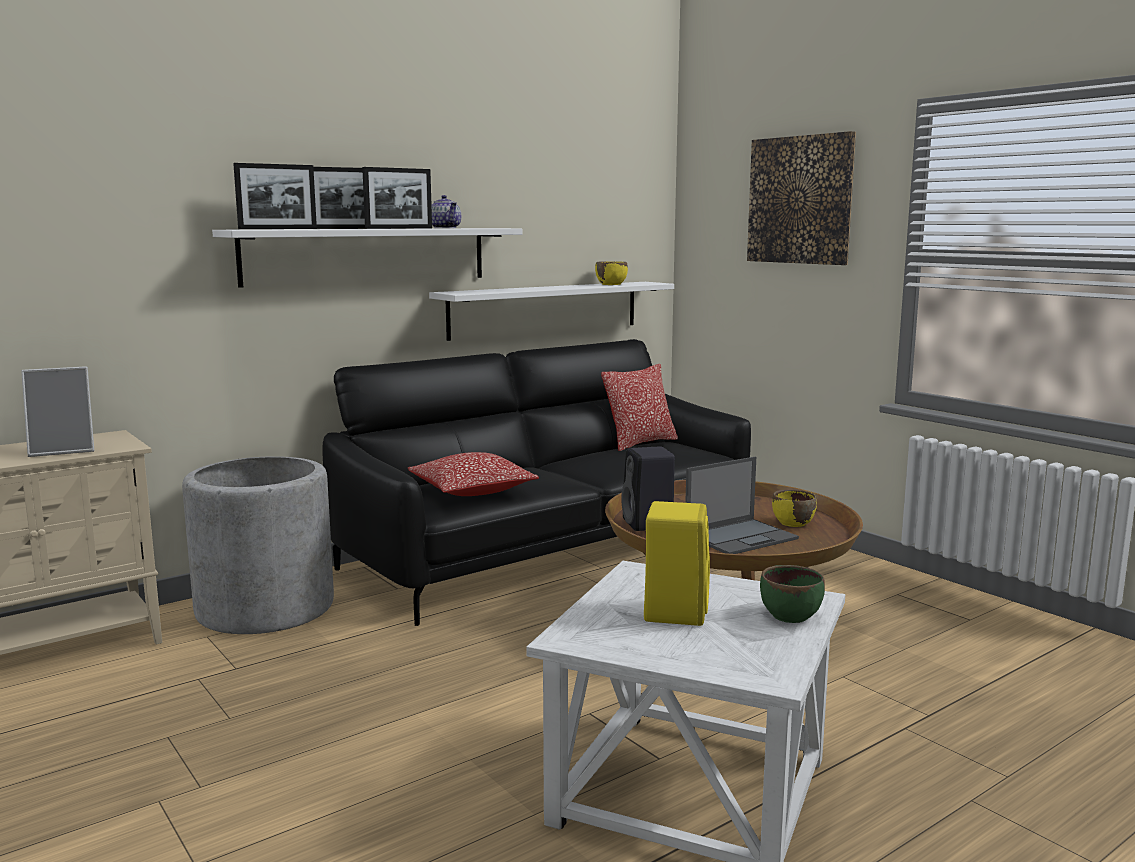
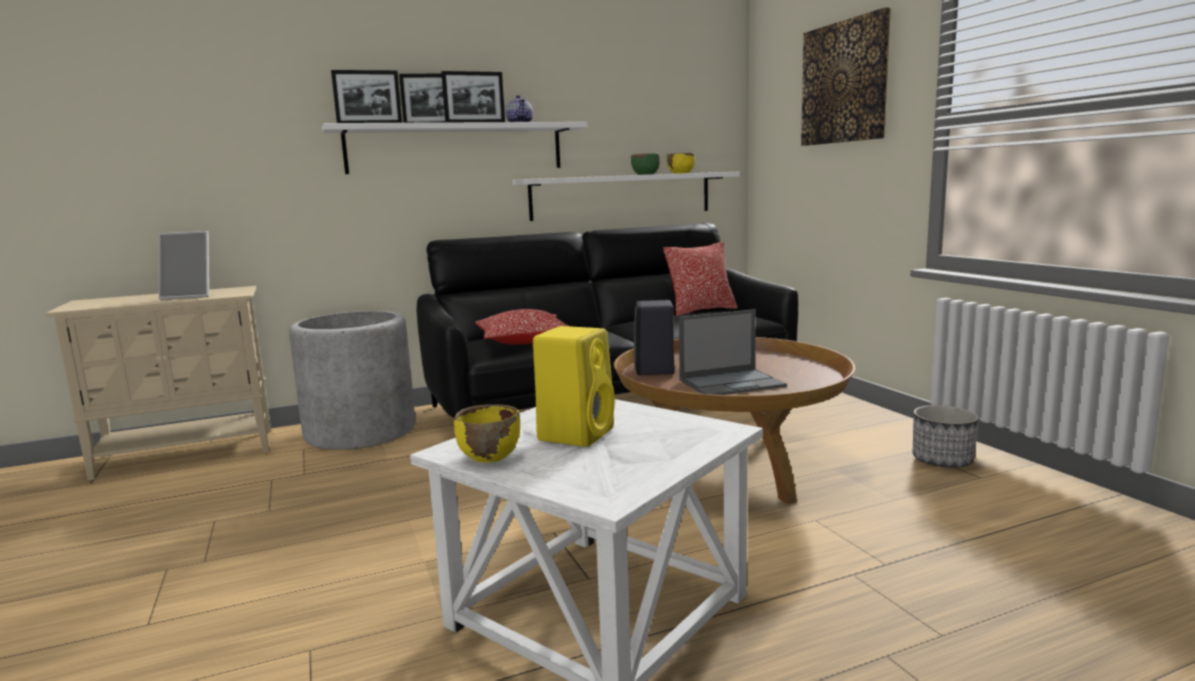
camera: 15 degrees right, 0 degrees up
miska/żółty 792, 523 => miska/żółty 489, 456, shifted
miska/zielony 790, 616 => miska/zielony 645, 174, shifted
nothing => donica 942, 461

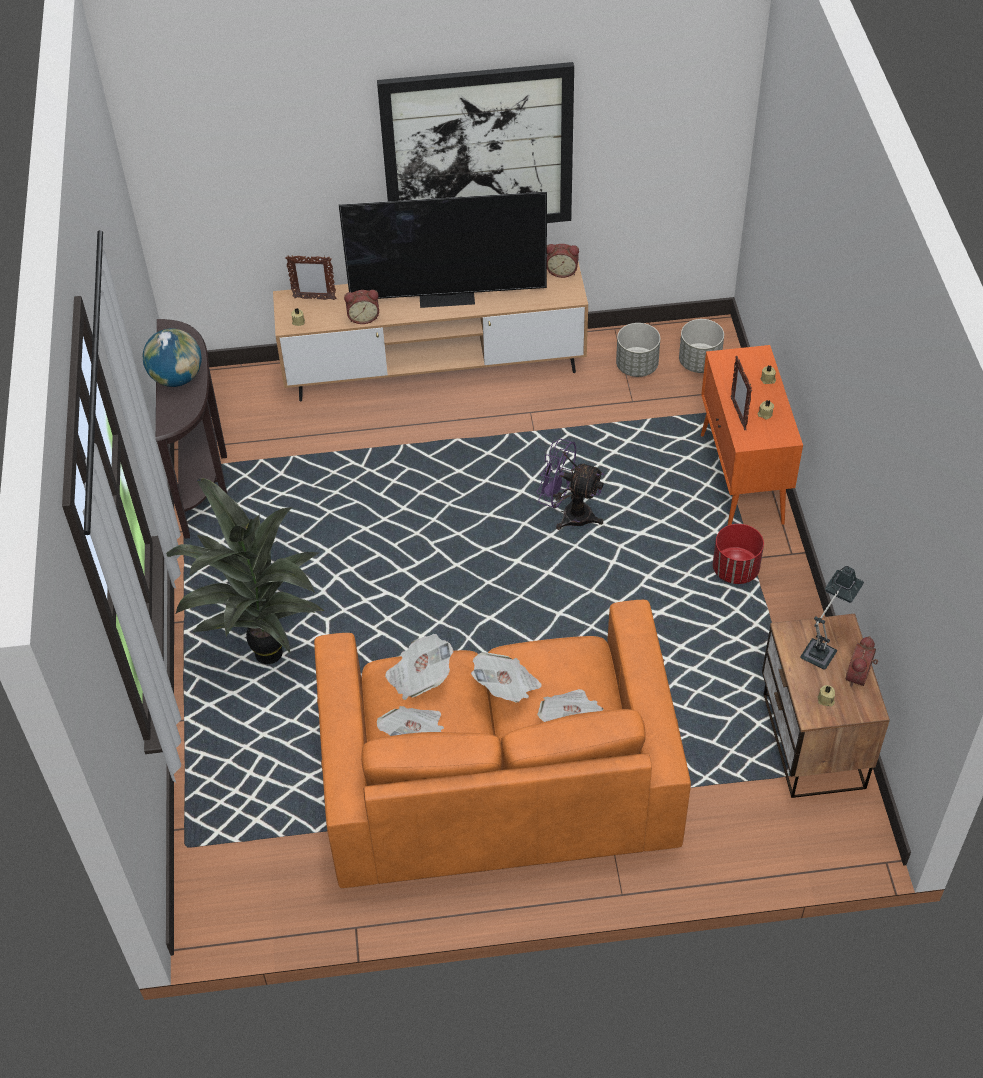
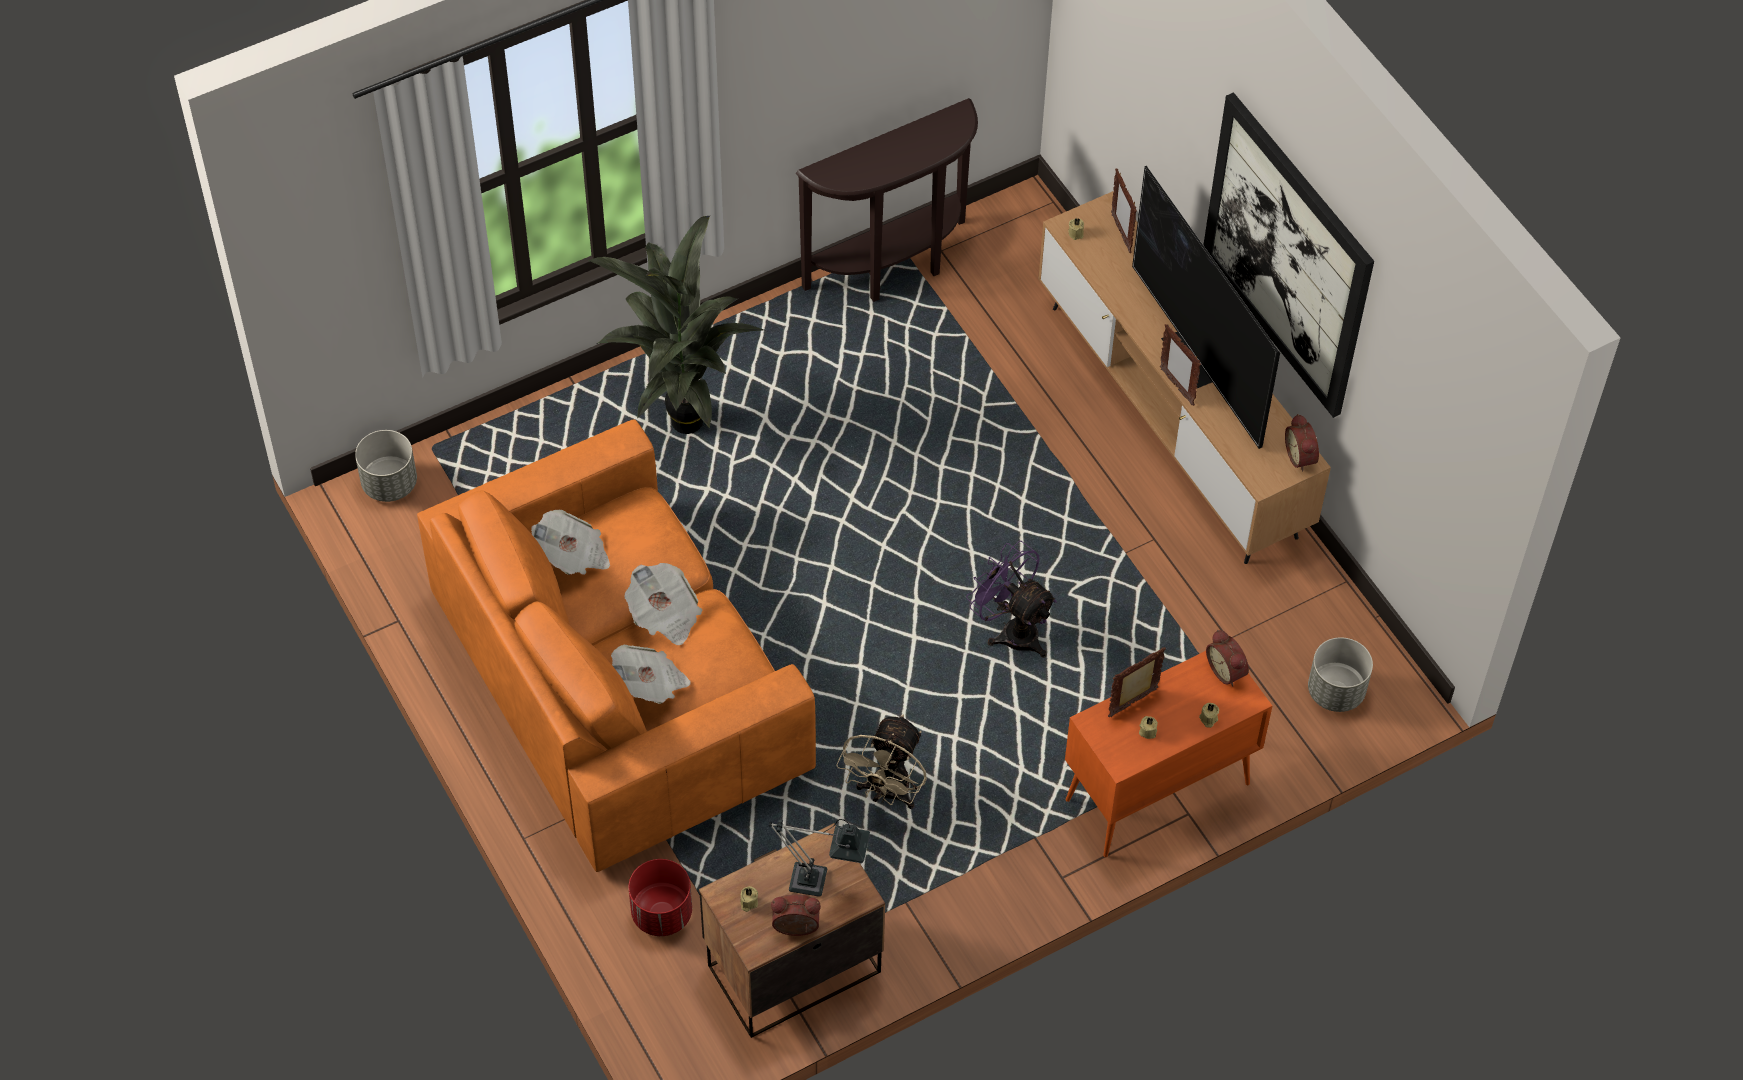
camera: 65 degrees right, 5 degrees up
donica/szary 637, 366 => donica/szary 389, 484, shifted
donica/czerwony 736, 570 => donica/czerwony 662, 914, shifted
nothing => wentylator/beżowy 886, 793
wentylator/fioletowy 569, 514 => wentylator/fioletowy 1012, 630, 45 degrees counterclockwise
nothing => ramka na zdjęcie 1176, 386
budzik 363, 317 => budzik 1227, 670, shifted
globus 177, 378 => nothing
gazeta 419, 677 => nothing

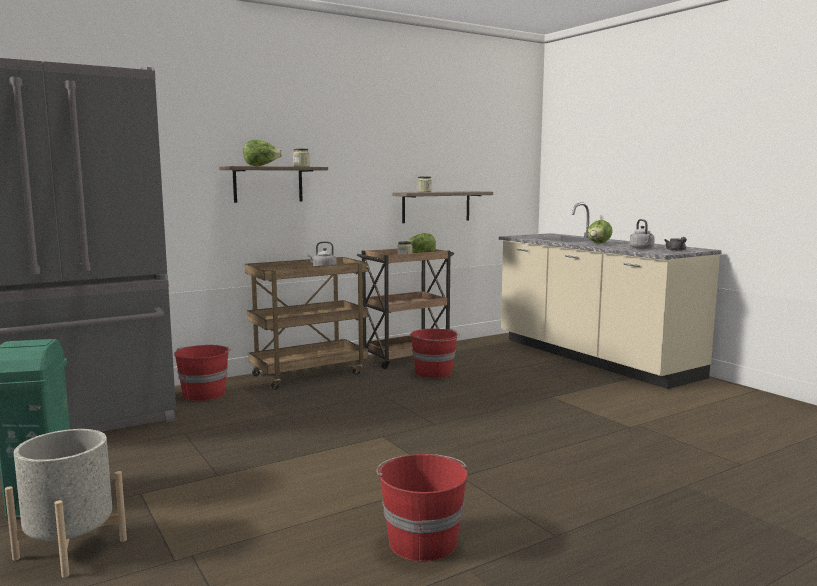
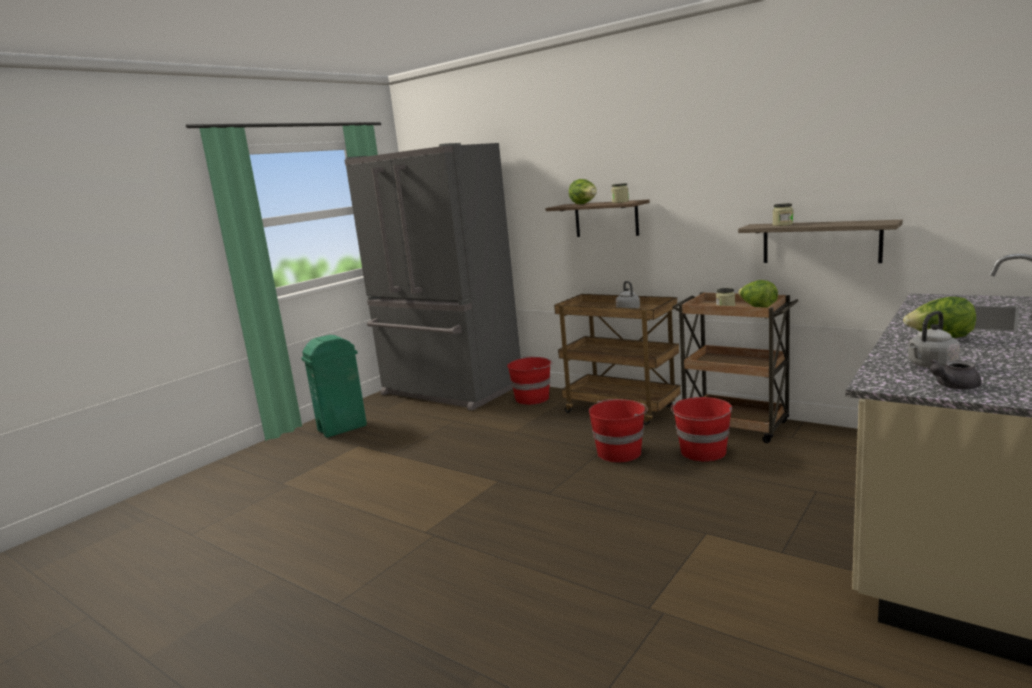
camera: 70 degrees right, 5 degrees up
wiadro/czerwony 422, 541 => wiadro/czerwony 620, 452, shifted
donica/szary 71, 549 => nothing

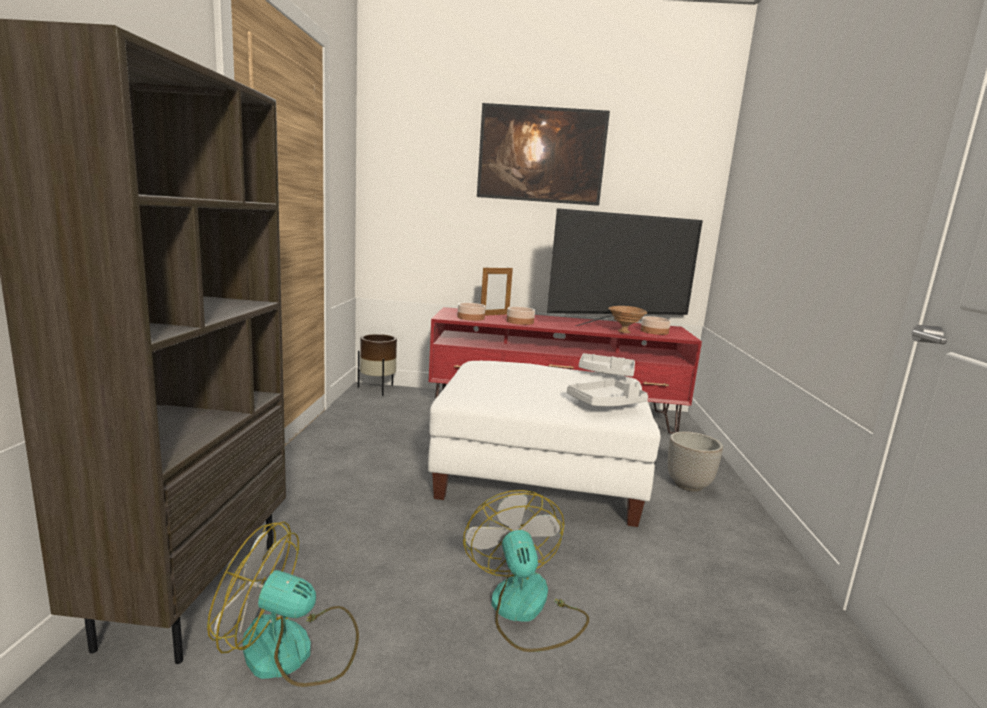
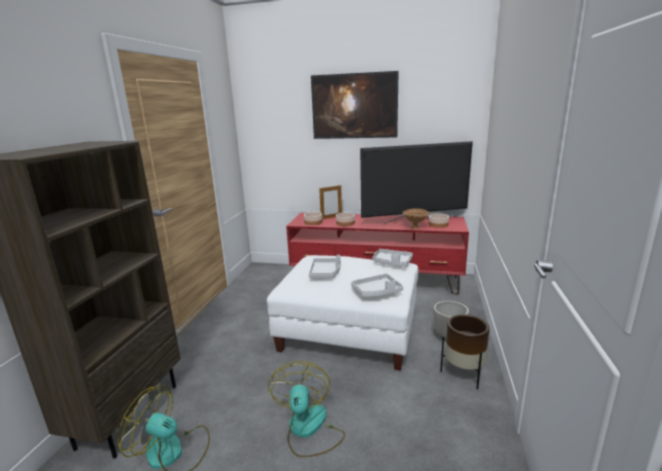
camera: 10 degrees right, 5 degrees up
nothing => taca/szary 325, 273
donica/brązowy 377, 389 => donica/brązowy 463, 374, shifted

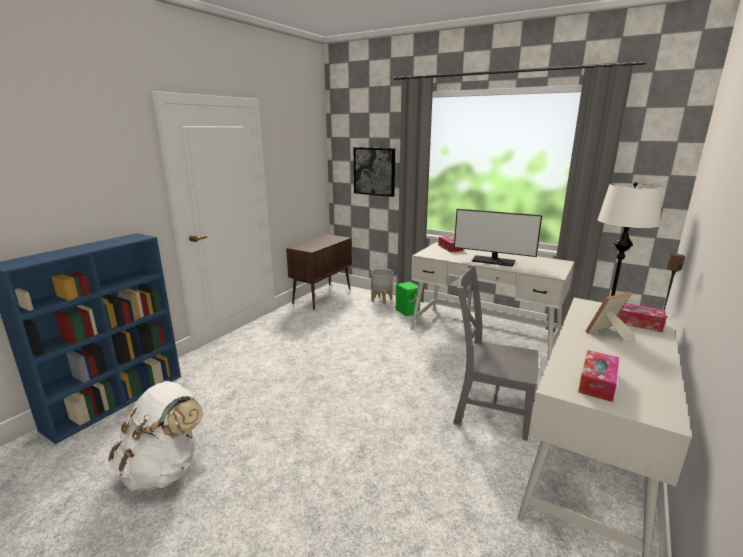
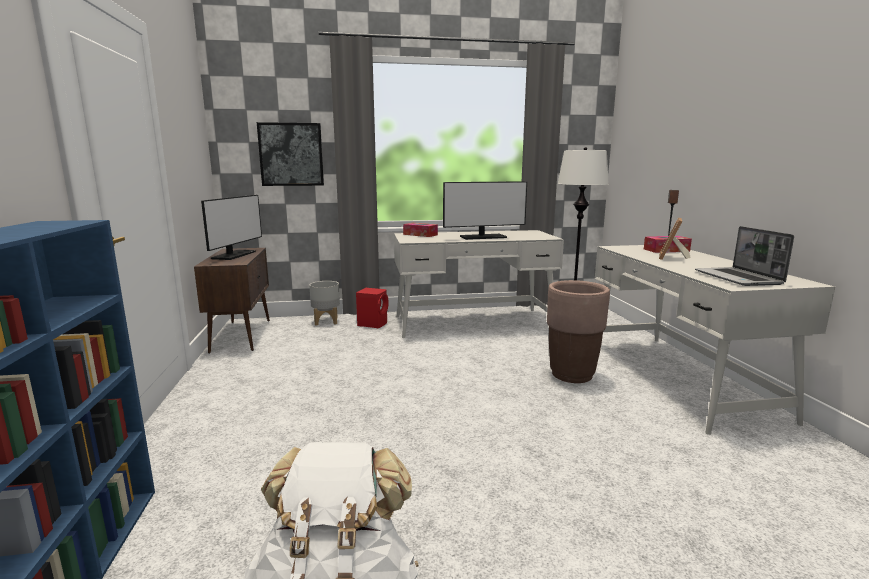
camera: 40 degrees left, 5 degrees down
nothing => monitor 234, 255
głośnik/zielony 408, 311 => głośnik/czerwony 373, 324
krzesło/szary 488, 411 => donica/brązowy 571, 375
pudełko chusteczek 597, 382 => laptop 739, 278

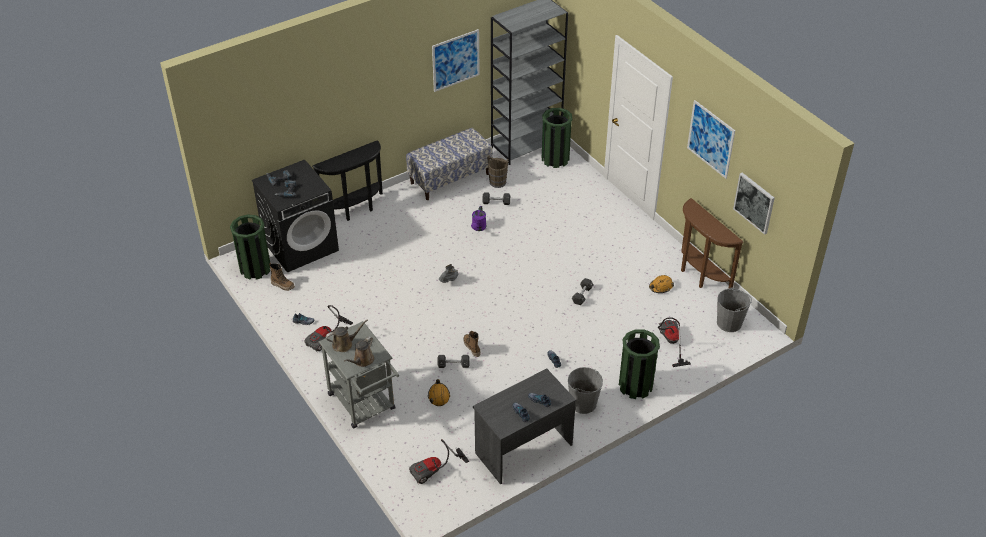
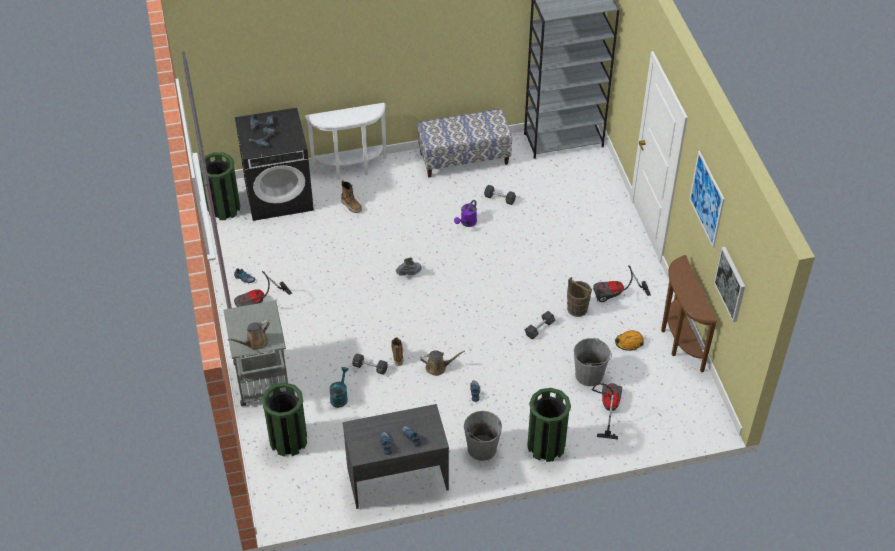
camera: 20 degrees right, 5 degrees up
kosz na śmieci/zielony 555, 159 => kosz na śmieci/zielony 288, 440, shifted
stolik konsolowy/czarny 356, 209 => stolik konsolowy/biały 351, 169
kask/pomarańczowy 438, 396 => konewka/turkusowy 340, 396
but z cholewką 283, 285 => but z cholewką 351, 206, shifted
konewka/brązowy 344, 344 => konewka/brązowy 438, 367, shifted
wiadro/brązowy 498, 182 => wiadro/brązowy 577, 309, shifted
wiadro/szary 729, 323 => wiadro/szary 589, 375, shifted
odkurzacz 435, 471 => odkurzacz 616, 295, shifted
obraz 456, 60 => nothing

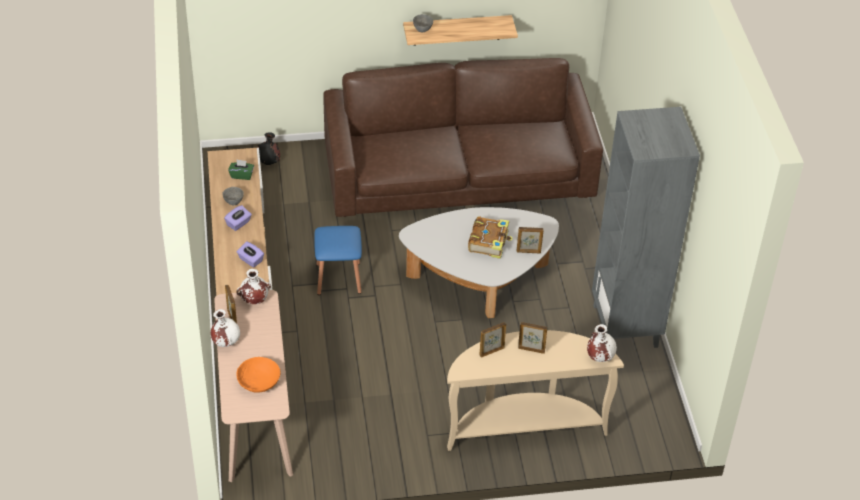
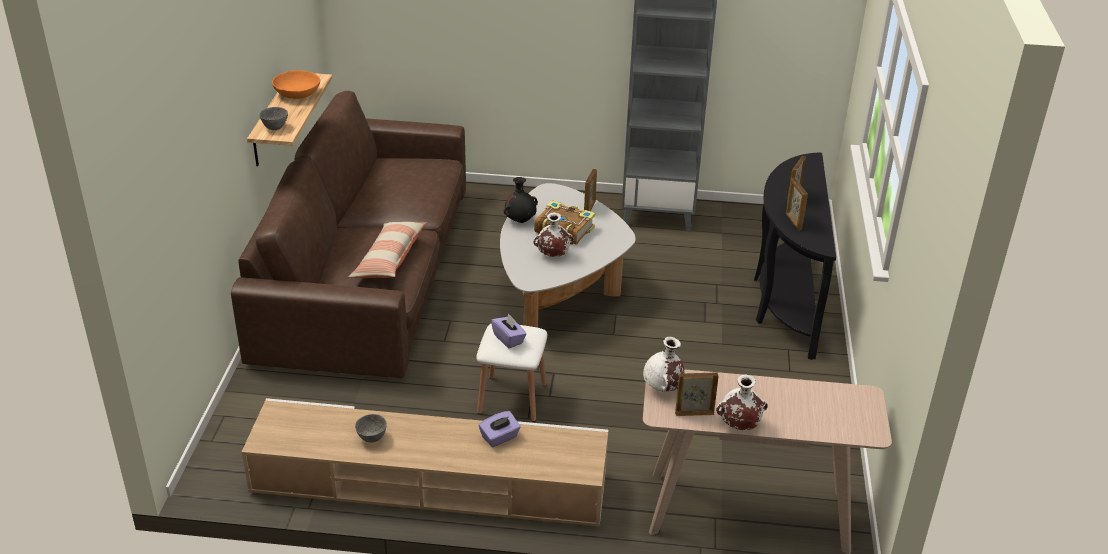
camera: 75 degrees left, 10 degrees down
miska/pomarańczowy 258, 382 => miska/pomarańczowy 297, 94, shifted
nothing => poduszka 389, 259
stołek/niebieski 338, 278 => stołek/biały 512, 398
pudełko chusteczek/fioletowy 238, 223 => pudełko chusteczek/fioletowy 508, 339, shifted
wazon/czarny 269, 162 => wazon/czarny 520, 221, shifted
wazon/biały 599, 356 => wazon/biały 552, 255, shifted
stolik konsolowy/beżowy 524, 425 => stolik konsolowy/czarny 784, 301
pudełko chusteczek/zielony 242, 175 => nothing

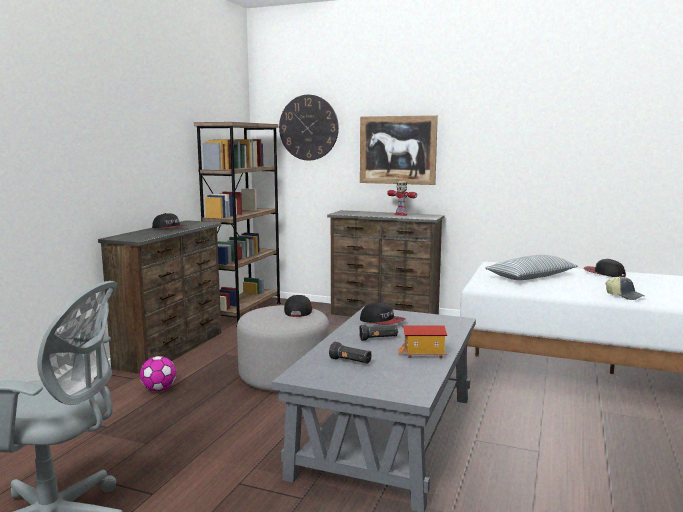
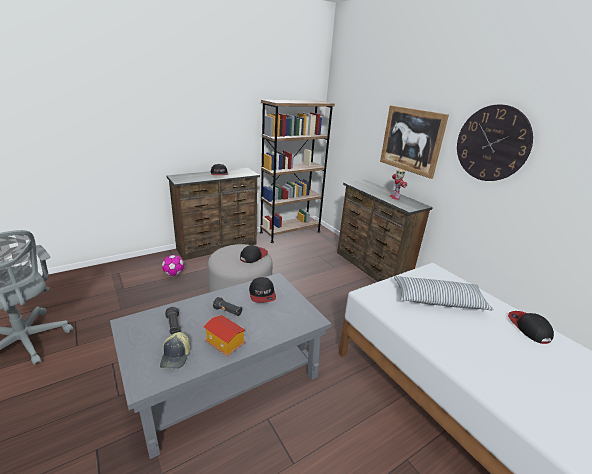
camera: 35 degrees right, 15 degrees up
czapka z daszkiem 624, 296 => czapka z daszkiem 176, 356, shifted
zegar ścienny 308, 127 => zegar ścienny 492, 143, shifted

